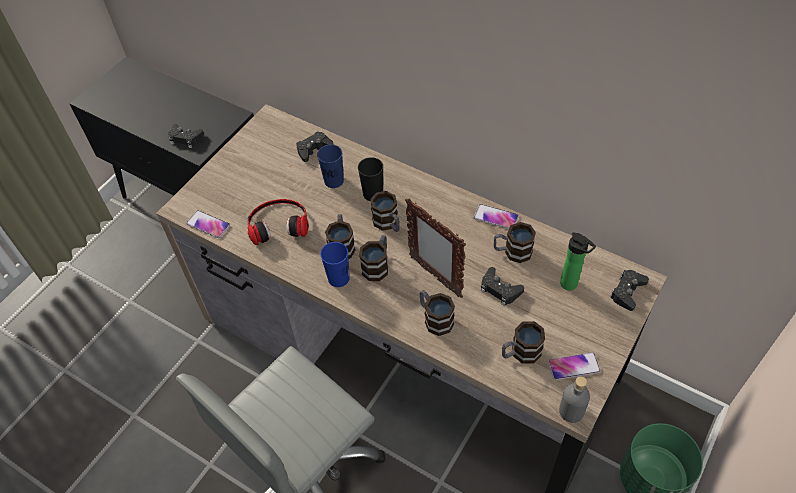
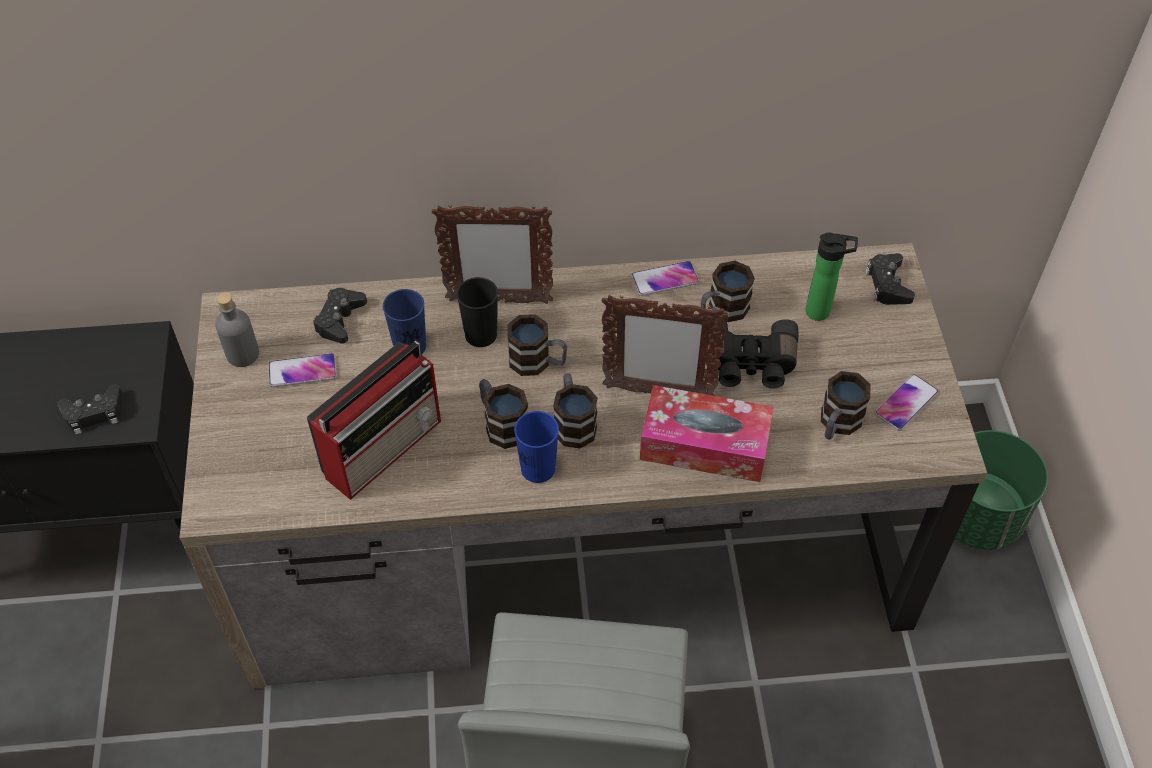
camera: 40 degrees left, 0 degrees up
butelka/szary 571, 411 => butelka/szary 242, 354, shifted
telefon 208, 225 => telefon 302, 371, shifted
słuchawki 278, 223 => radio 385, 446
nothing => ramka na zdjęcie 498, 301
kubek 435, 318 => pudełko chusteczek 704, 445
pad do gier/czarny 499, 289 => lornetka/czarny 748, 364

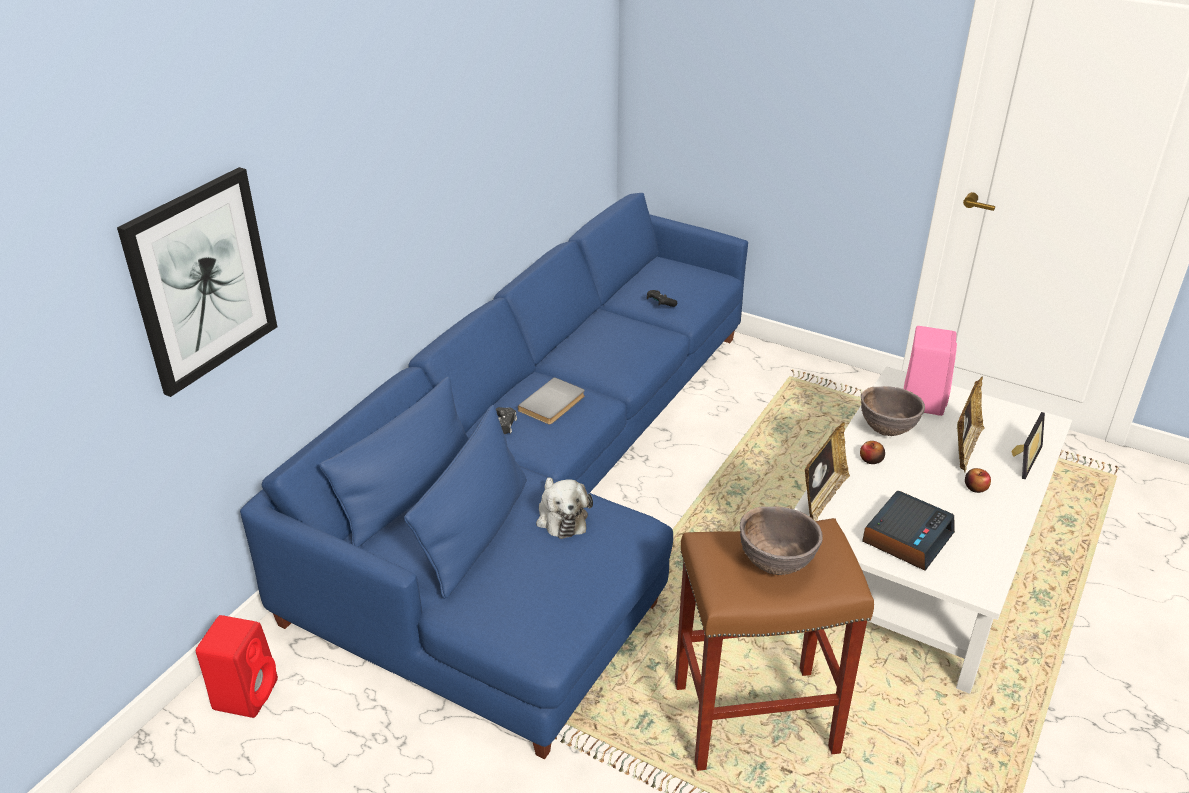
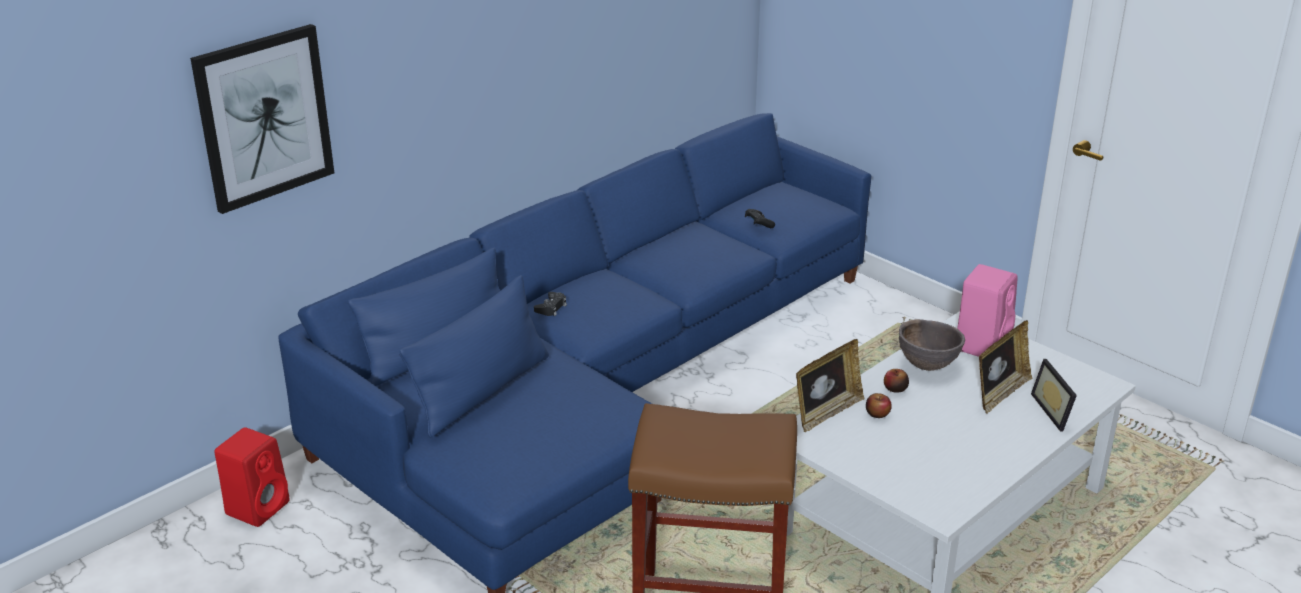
camera: 15 degrees right, 5 degrees down
jabłko 975, 487 => jabłko 877, 413, shifted
ramka na zdjęcie 1021, 458 => ramka na zdjęcie 1056, 411, 120 degrees clockwise
książka/szary 554, 404 => nothing
pluszak 561, 517 => nothing
miska/brązowy 776, 565 => nothing
budzik 907, 537 => nothing

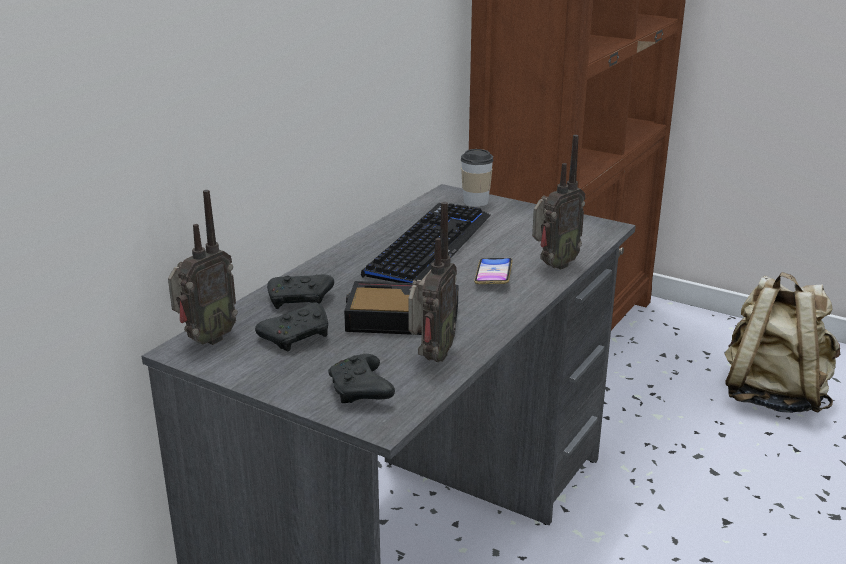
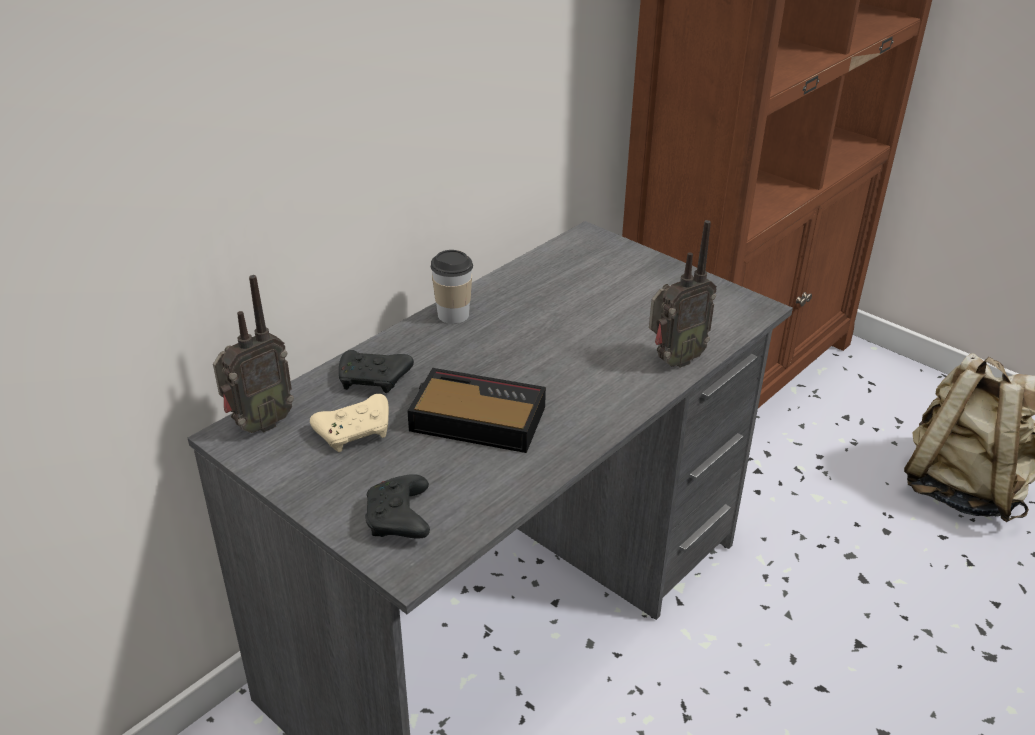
camera: 10 degrees right, 10 degrees up
pad do gier/czarny 298, 336 => pad do gier/beżowy 356, 432
filiżanka 476, 202 => filiżanka 453, 315, shifted
klawiatura 430, 245 => nothing
radio 430, 358 => nothing
telefon 493, 275 => nothing

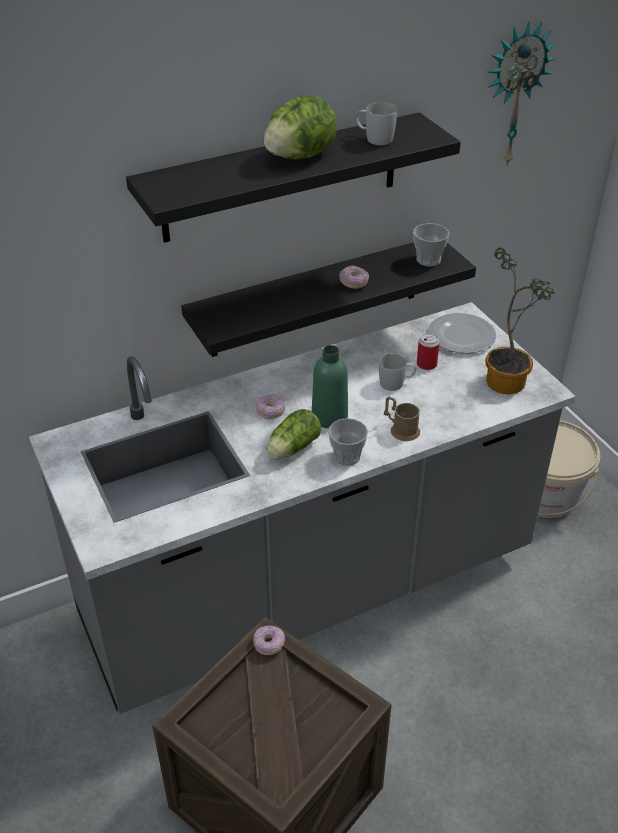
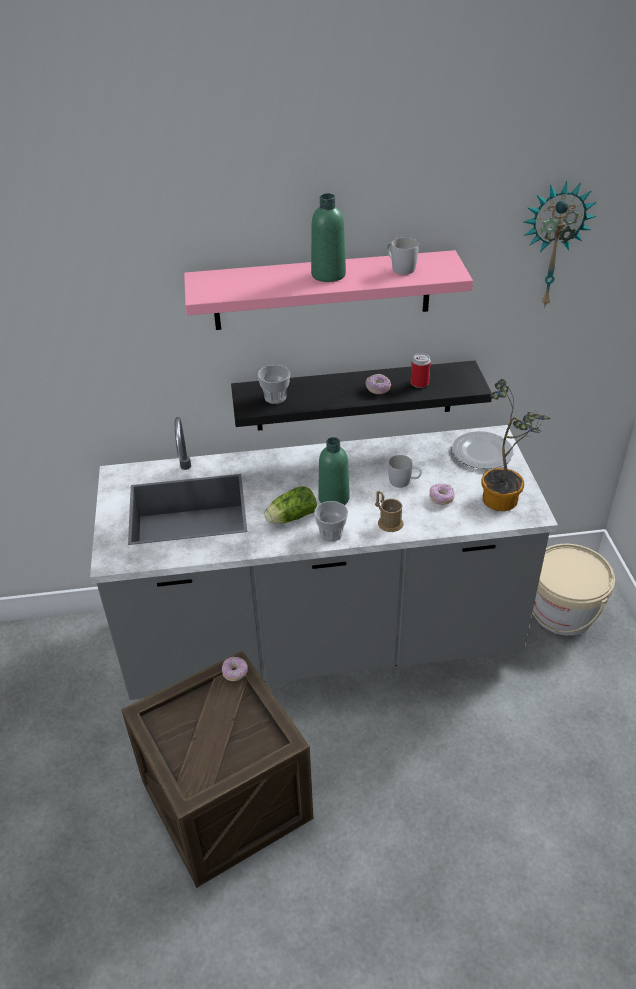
camera: 20 degrees right, 0 degrees up
półka/czarny 281, 178 => półka/różowy 322, 290
filiżanka 428, 260 => filiżanka 275, 397, shifted
sałata 300, 156 => butelka/zielony 328, 274
puszka 426, 364 => puszka 419, 383, shifted
donut 270, 412 => donut 441, 498, shifted

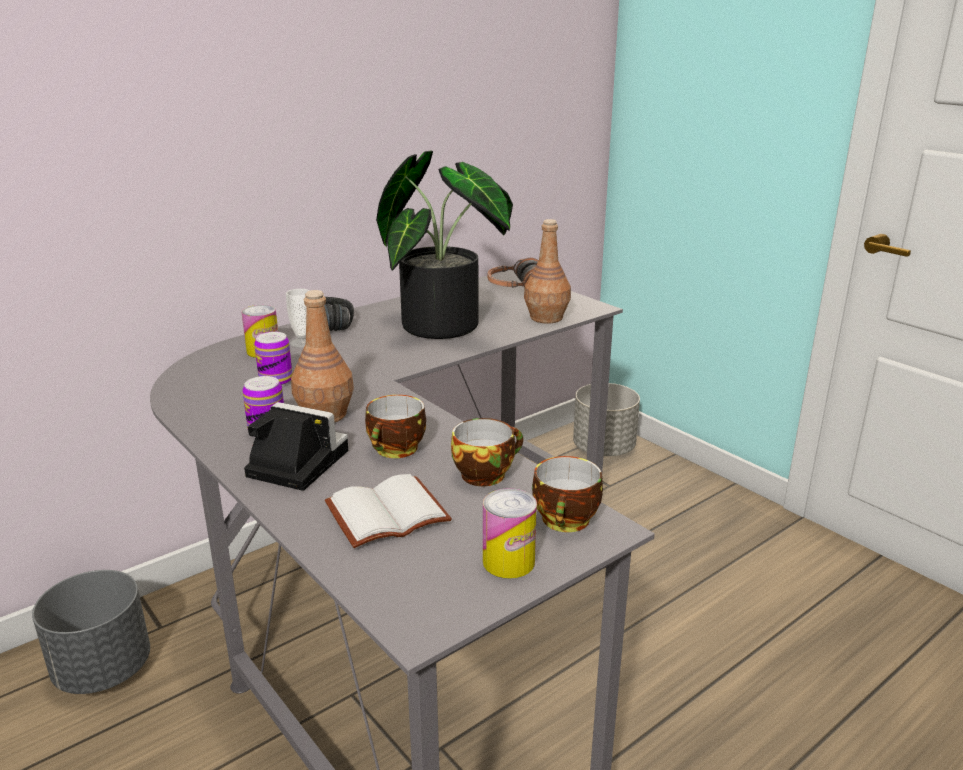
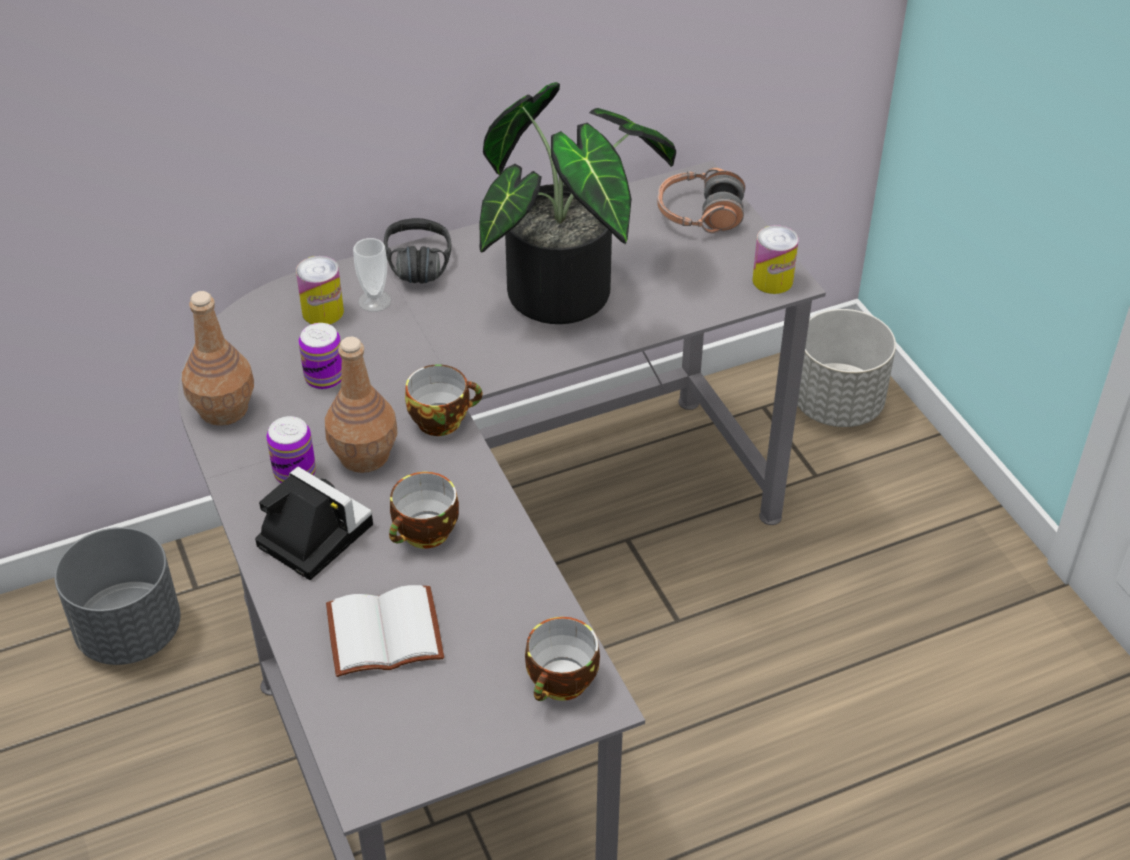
camera: 15 degrees right, 20 degrees up
butelka/brązowy 547, 318 => butelka/brązowy 224, 409, shifted
filiżanka 485, 473 => filiżanka 442, 419, shifted
puszka 508, 562 => puszka 772, 280, shifted

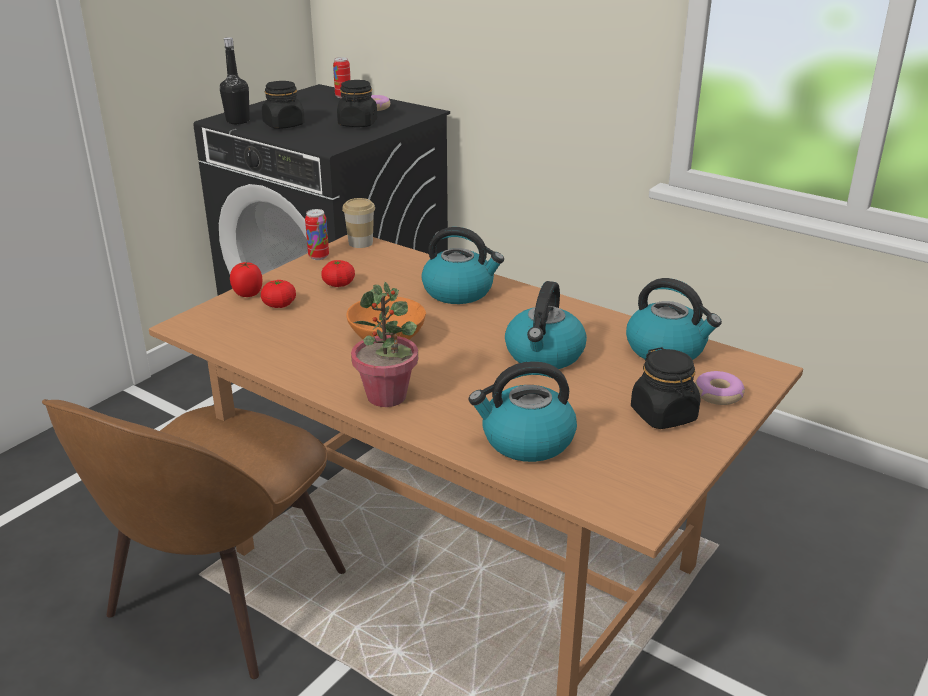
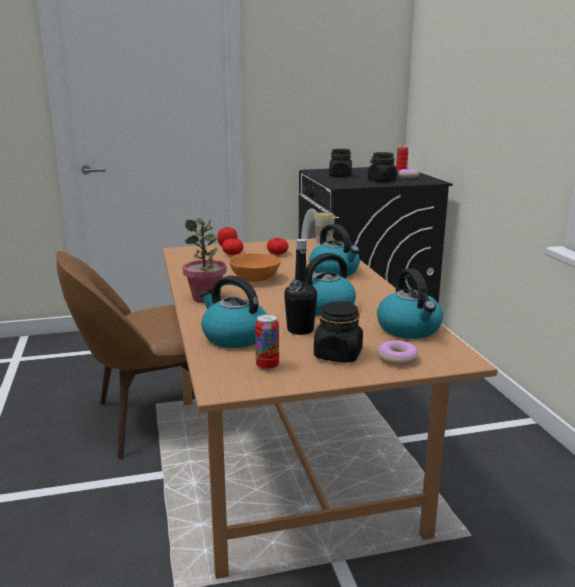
camera: 40 degrees right, 10 degrees down
puszka 318, 256 => puszka 267, 366, shifted
butelka/czarny 238, 121 => butelka/czarny 300, 330, shifted

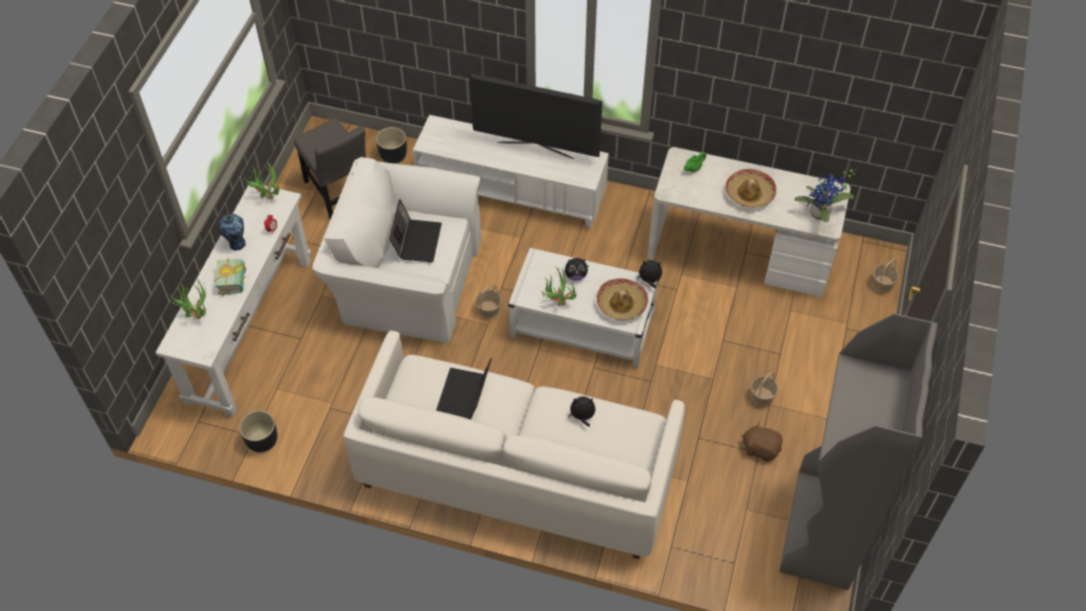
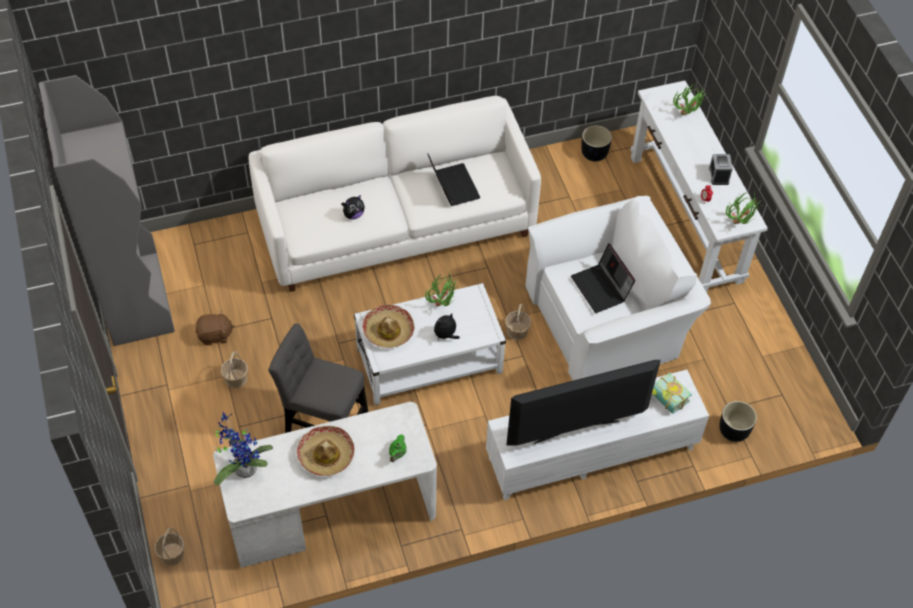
camera: 145 degrees right, 0 degrees up
krzesło/szary 339, 194 => krzesło/szary 323, 422, shifted
książka 236, 281 => książka 665, 400, shifted
wazon 236, 244 => budzik 718, 175
pluszak 649, 280 => nothing

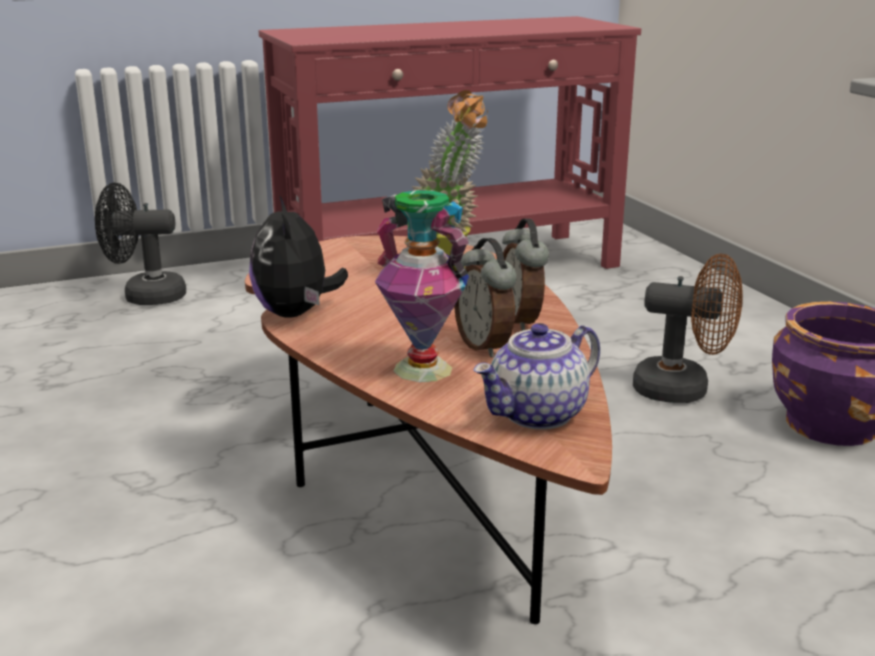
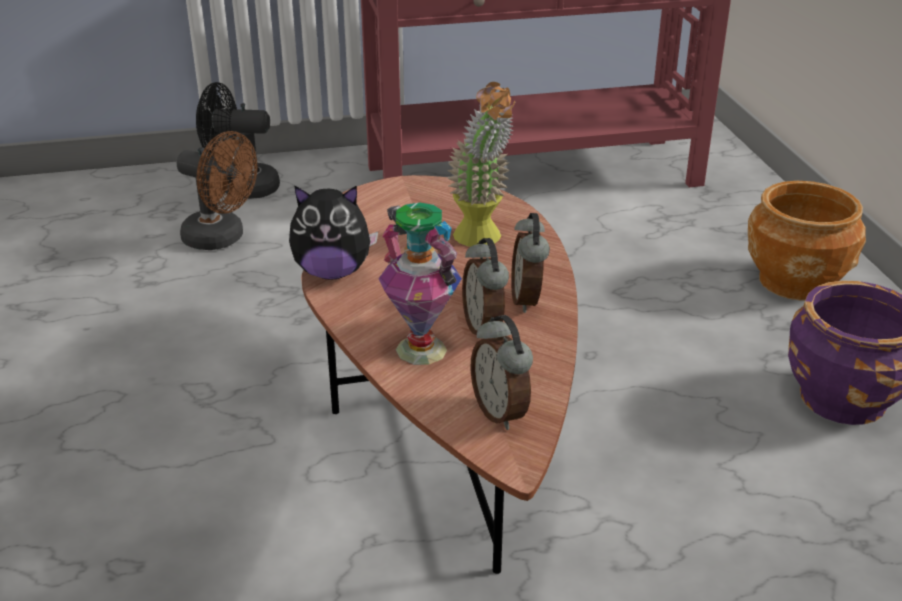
camera: 10 degrees right, 10 degrees up
wentylator/brązowy 683, 390 => wentylator/brązowy 222, 239, shifted
pluszak 296, 314 => pluszak 332, 272, 90 degrees counterclockwise
imbryk 537, 415 => budzik 501, 412
nothing => donica/brązowy 796, 281

